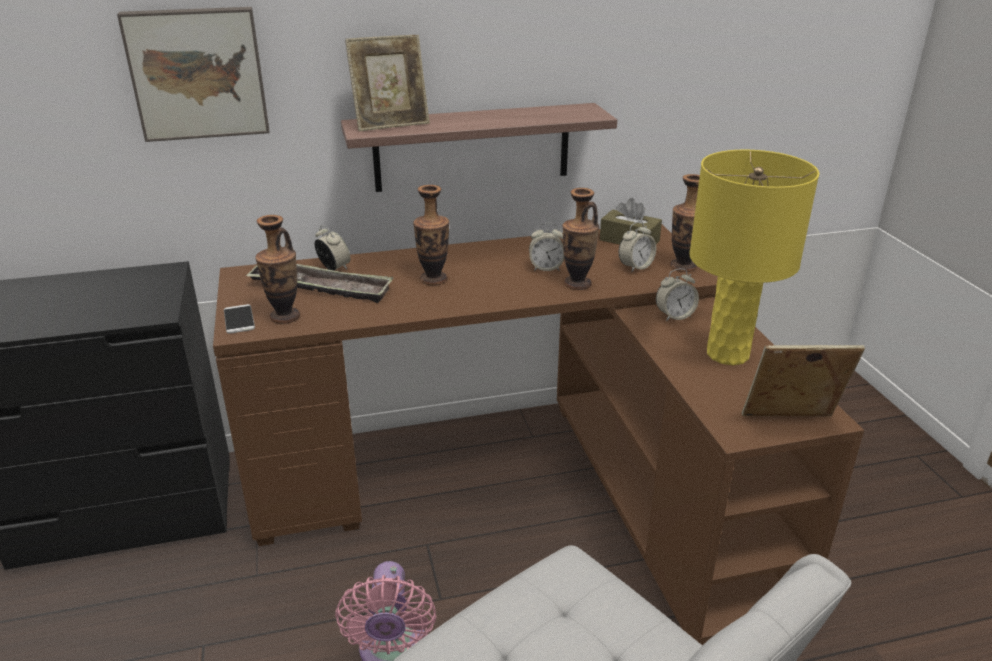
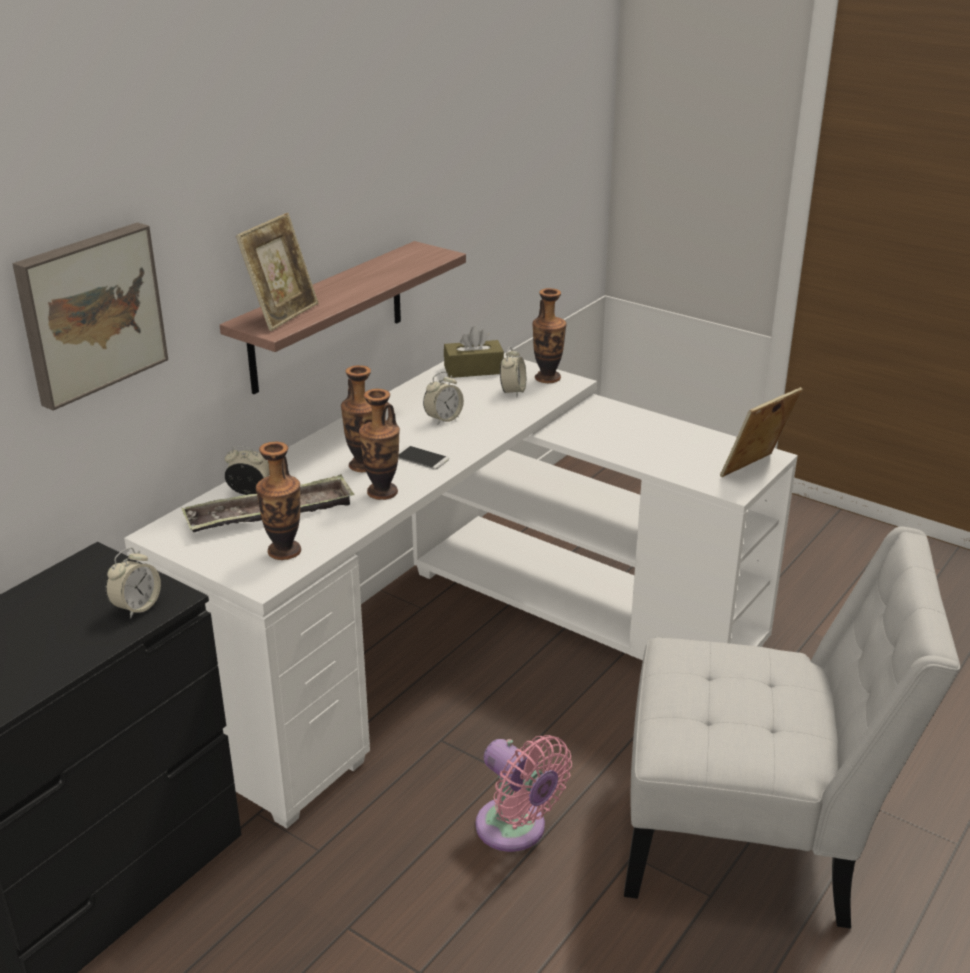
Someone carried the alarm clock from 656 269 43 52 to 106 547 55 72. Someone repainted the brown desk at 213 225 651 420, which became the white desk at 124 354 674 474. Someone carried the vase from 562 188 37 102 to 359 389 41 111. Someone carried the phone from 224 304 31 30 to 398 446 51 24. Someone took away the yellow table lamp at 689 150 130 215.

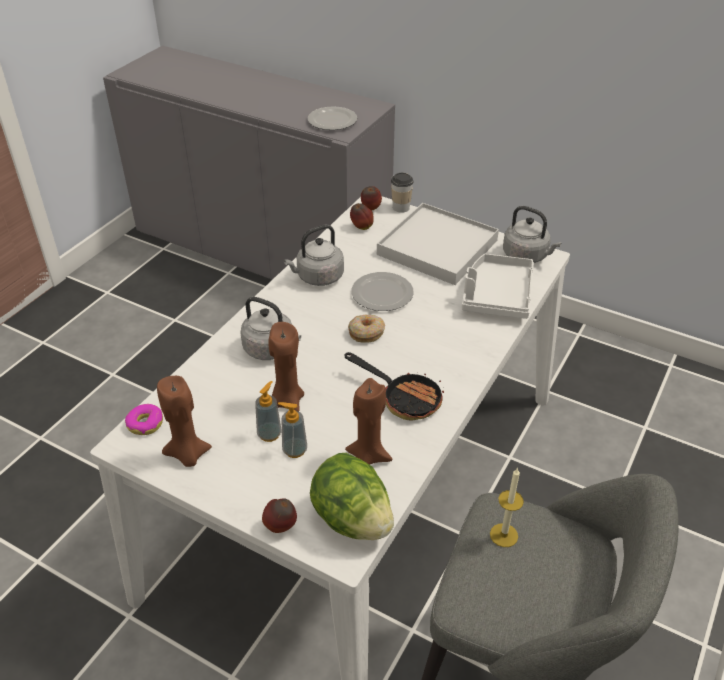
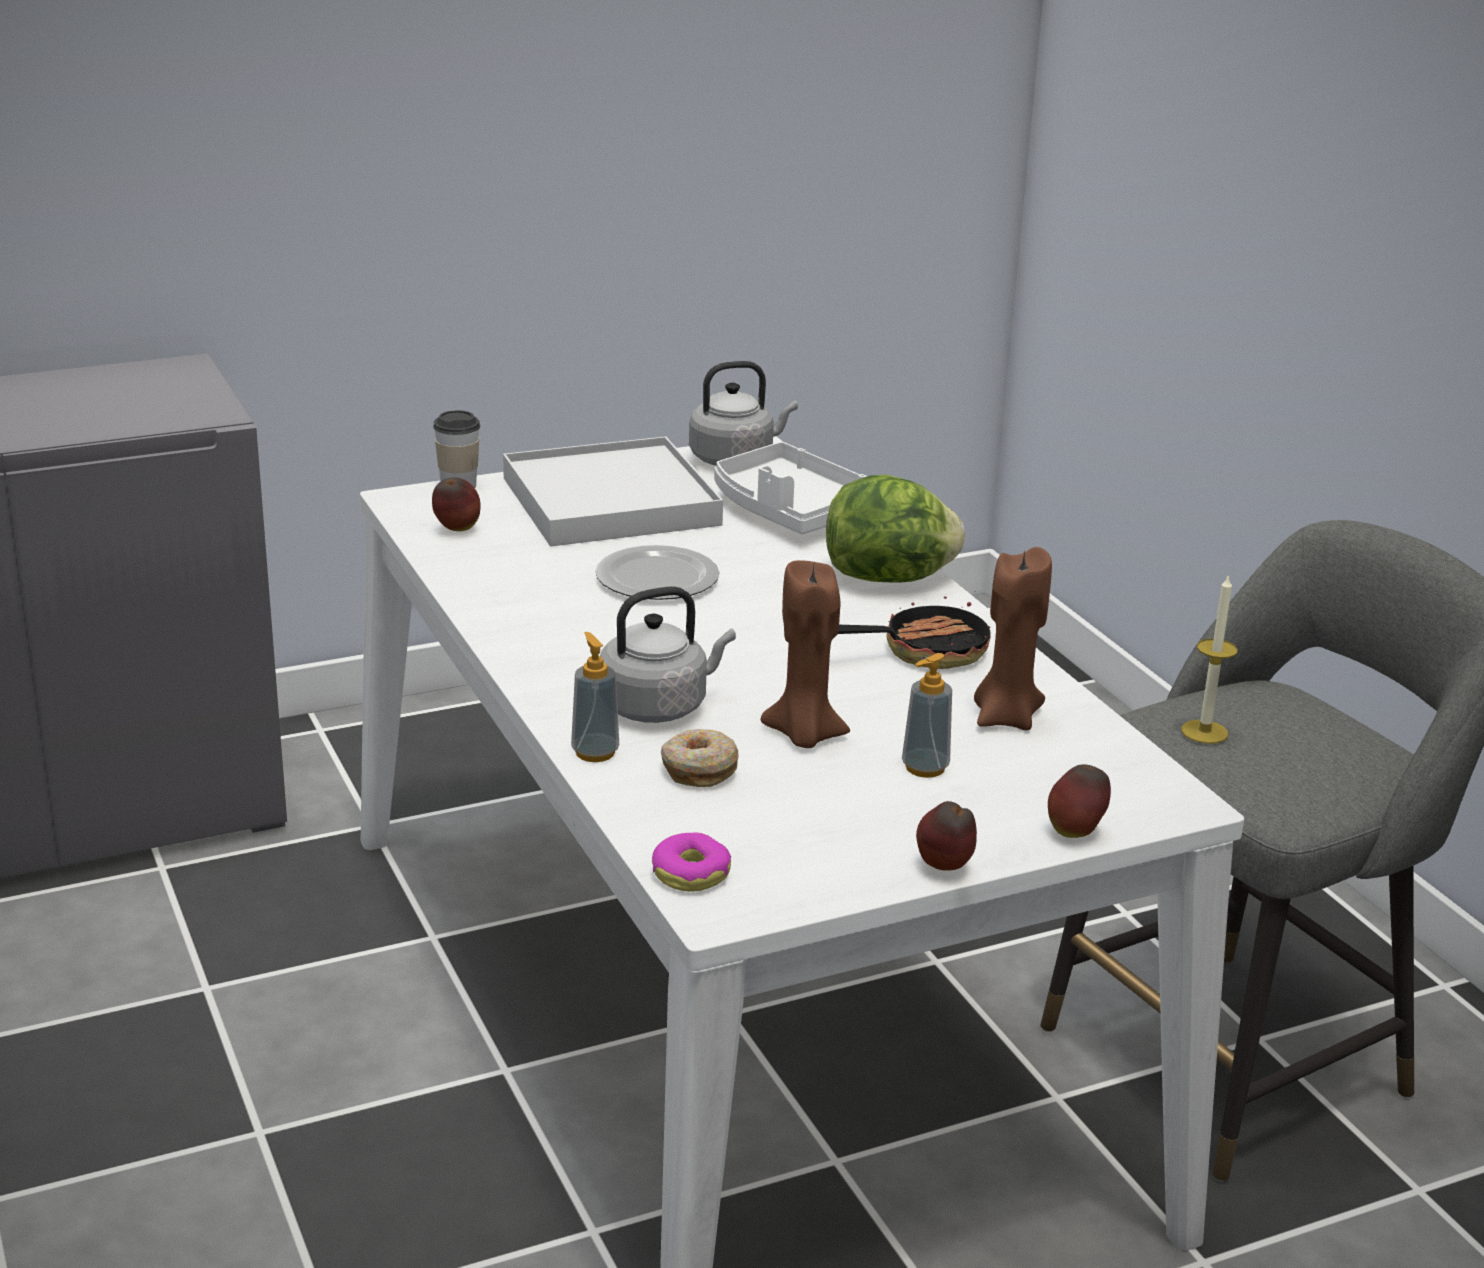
Someone carried the soap dispenser from 255 381 26 61 to 571 632 48 130. Someone carried the donut from 348 315 37 28 to 661 729 78 58. Someone carried the lettuce from 310 453 84 87 to 826 475 139 107. Someone carried the apple from 361 186 21 24 to 916 801 61 70. Someone took away the brown candle at 157 376 55 91. Someone took away the grey kettle at 284 225 60 61. Someone took away the plate at 308 106 49 24.

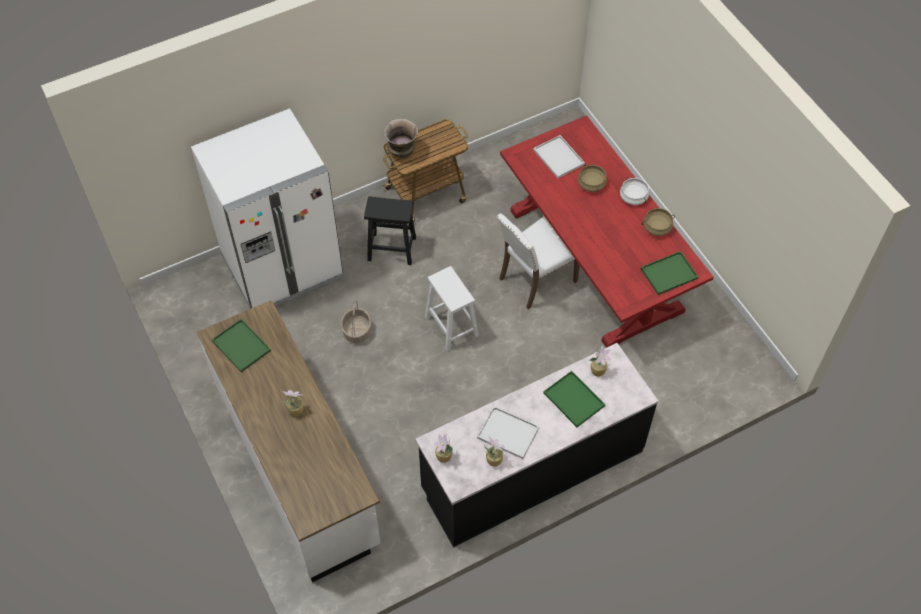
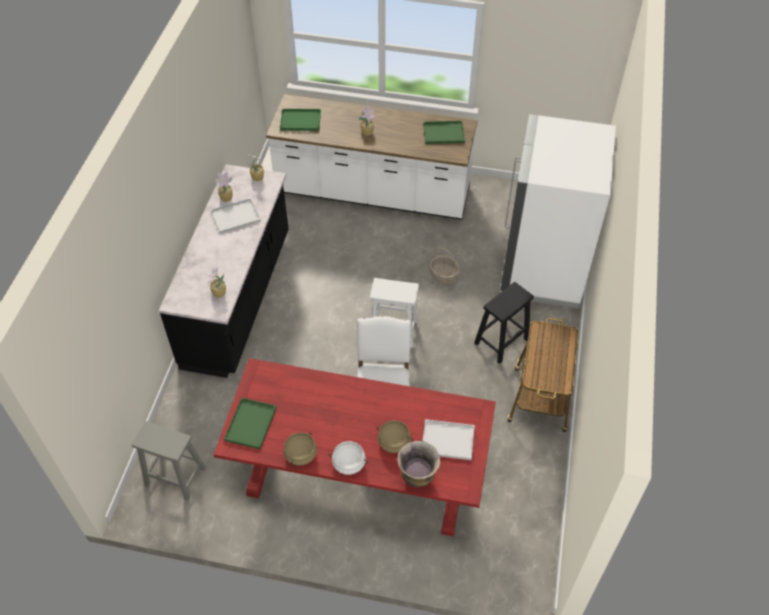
Someone put down the grey stool at 132 421 74 80. Someone carried the green tray from 543 371 62 56 to 280 109 41 22. Someone carried the vase from 384 119 34 41 to 397 441 43 46.

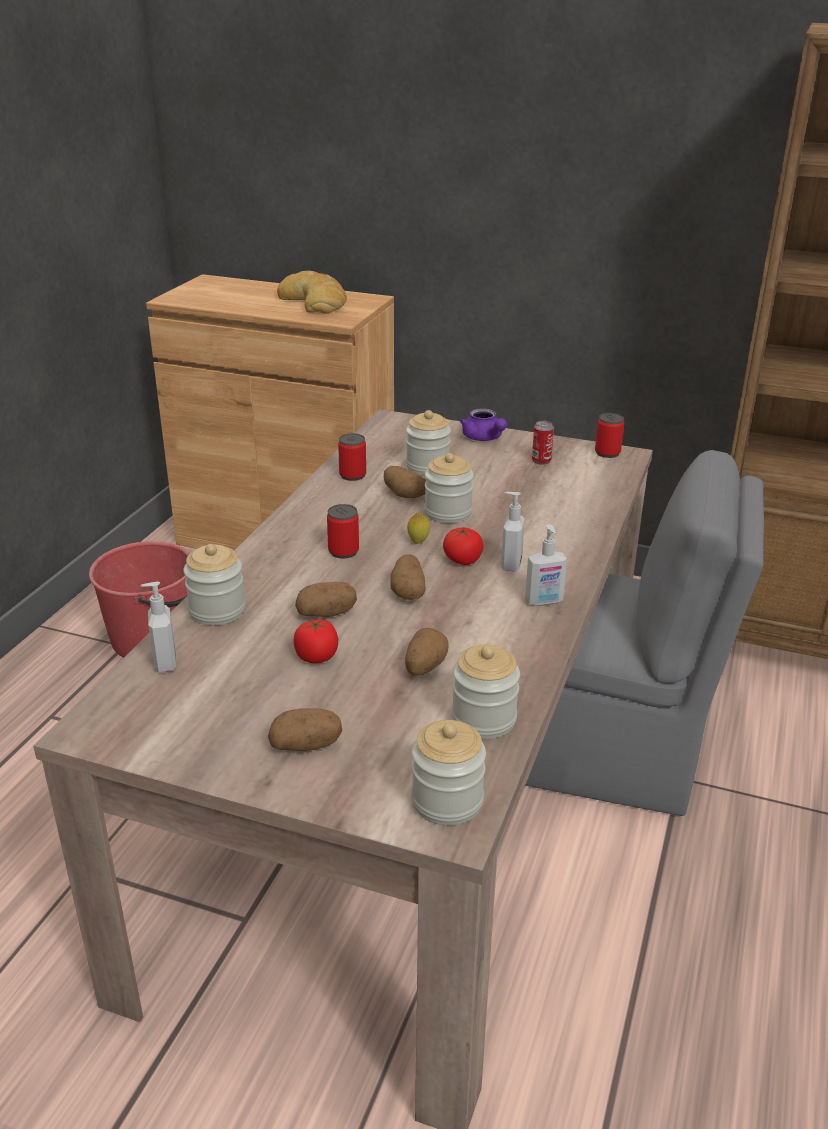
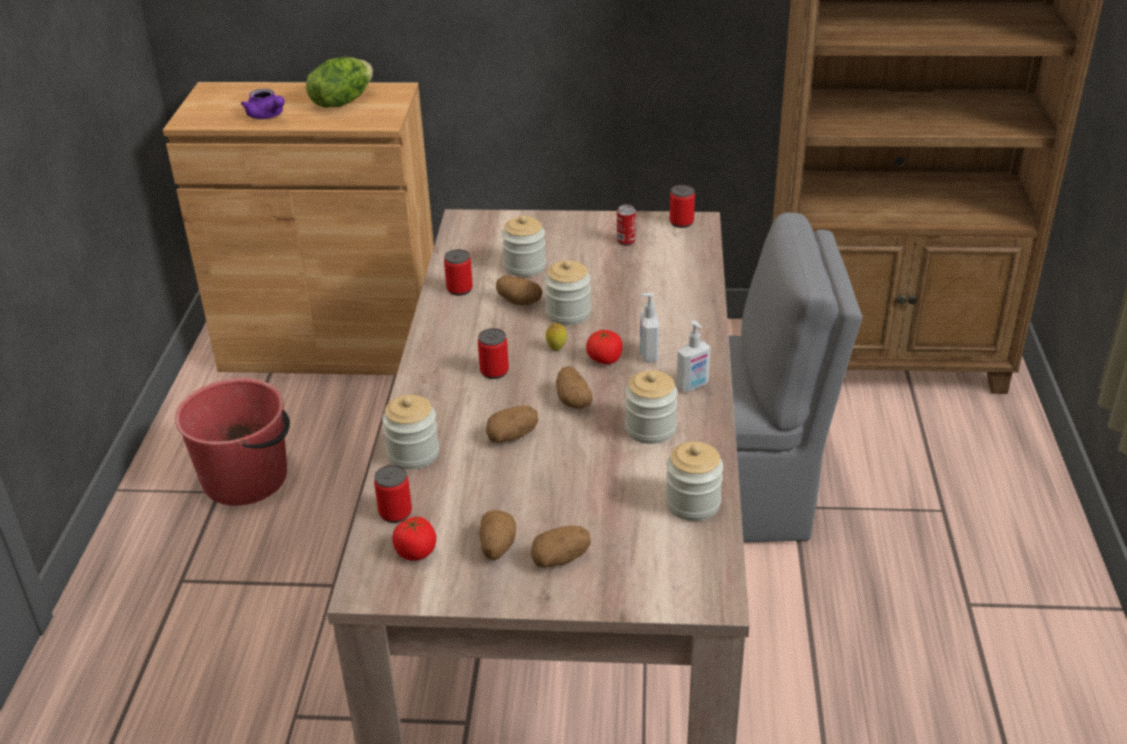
Someone carried the purple teapot from 460 408 47 33 to 241 89 44 30. Someone swapped the bread at 277 271 70 43 for the lettuce at 306 57 67 51. Someone swapped the soap dispenser at 141 582 35 90 for the can at 374 465 38 58. Someone carried the tomato from 294 620 44 43 to 392 517 44 44. Someone carried the potato from 405 628 44 48 to 479 510 37 50. Someone carried the jar from 411 720 75 105 to 625 370 53 74.

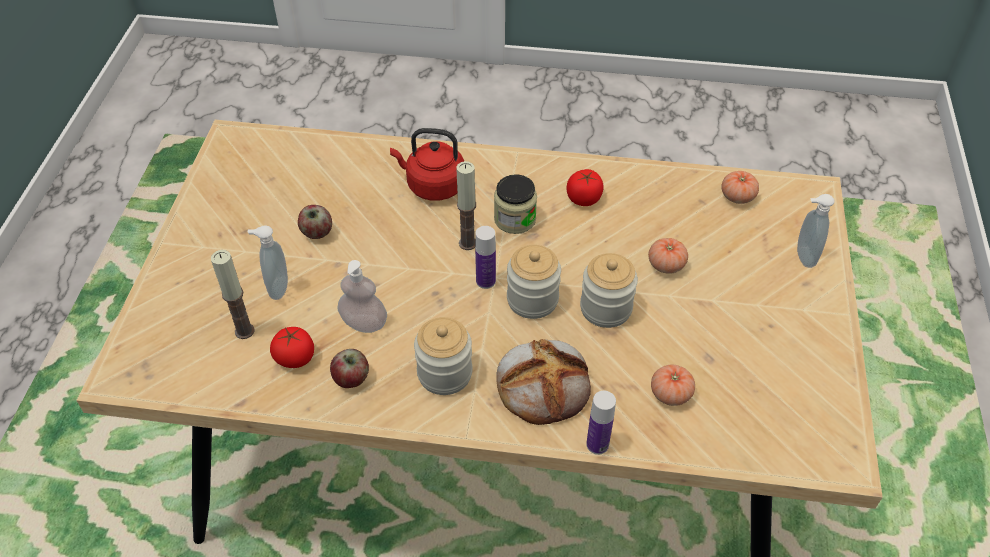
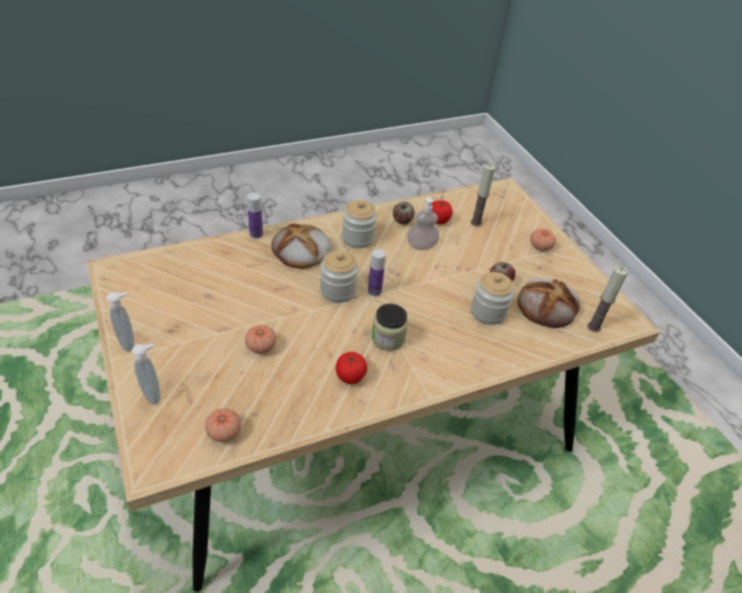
Someone carried the soap dispenser from 248 225 40 75 to 107 292 28 60. Someone carried the jar from 580 253 58 75 to 471 272 43 53. Someone put down the bread at 517 278 63 50. Someone carried the tomato from 651 365 44 41 to 530 229 26 22. Someone carried the candle from 456 161 20 89 to 587 266 41 66. Someone took away the red kettle at 390 128 74 73.

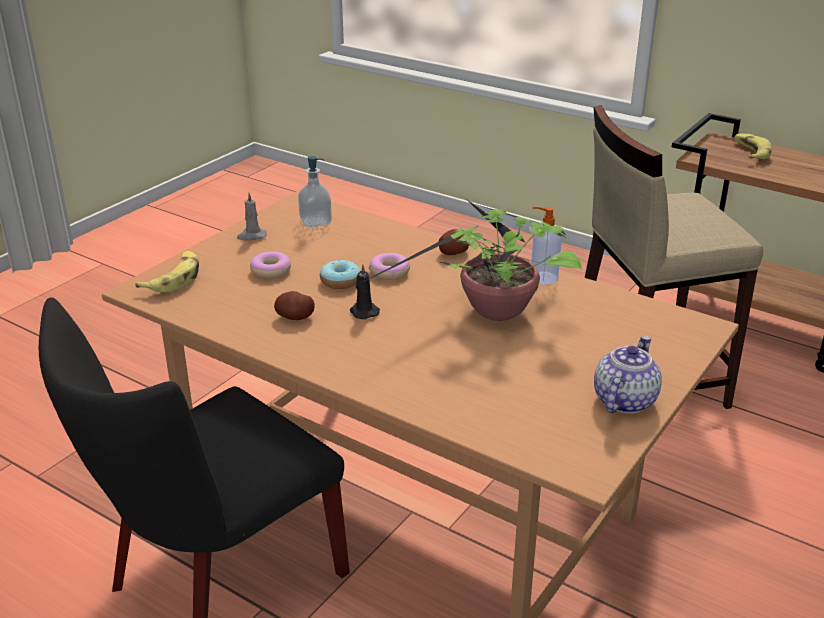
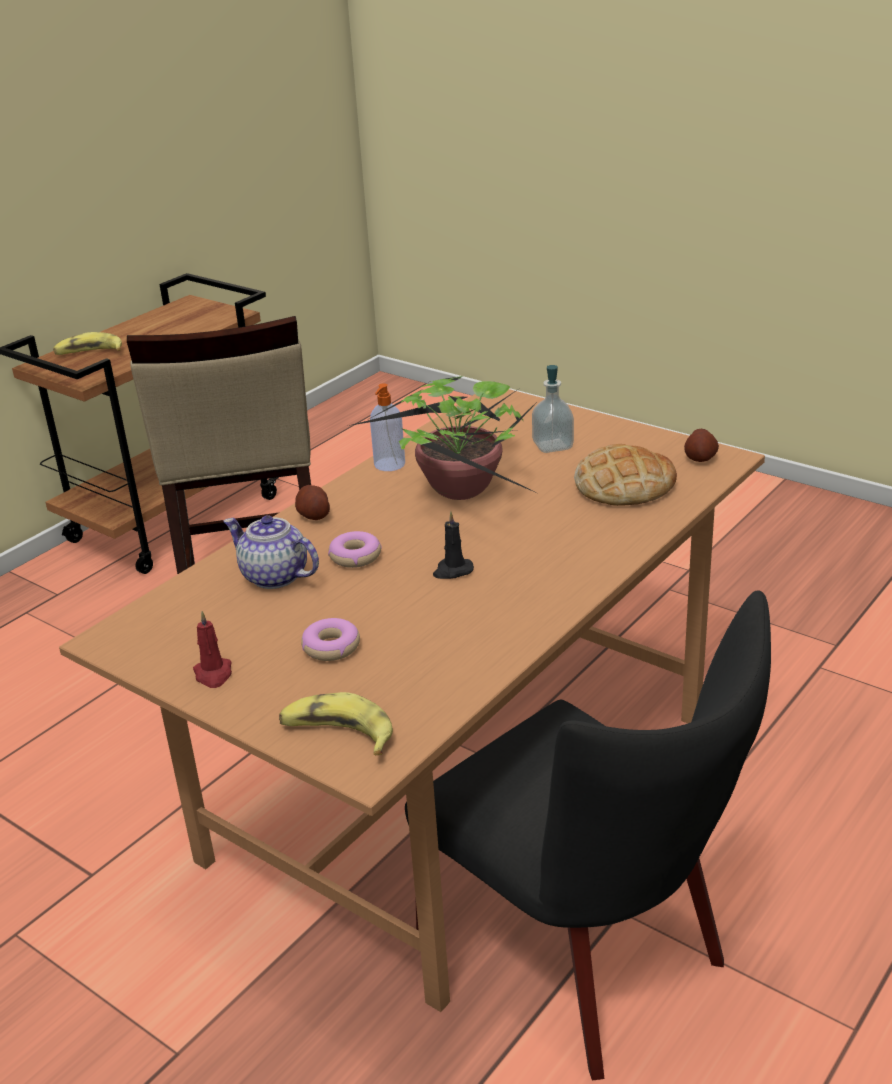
Someone repainted the grey candle at 237 193 30 47, which became the red candle at 193 611 39 77. Someone carried the teapot from 594 336 68 78 to 223 515 96 74. Someone carried the soap dispenser from 298 156 34 71 to 532 365 42 88. Someone put down the bread at 574 444 103 62. Someone carried the potato from 274 291 41 29 to 684 429 35 33. Someone took away the donut at 320 260 40 29.

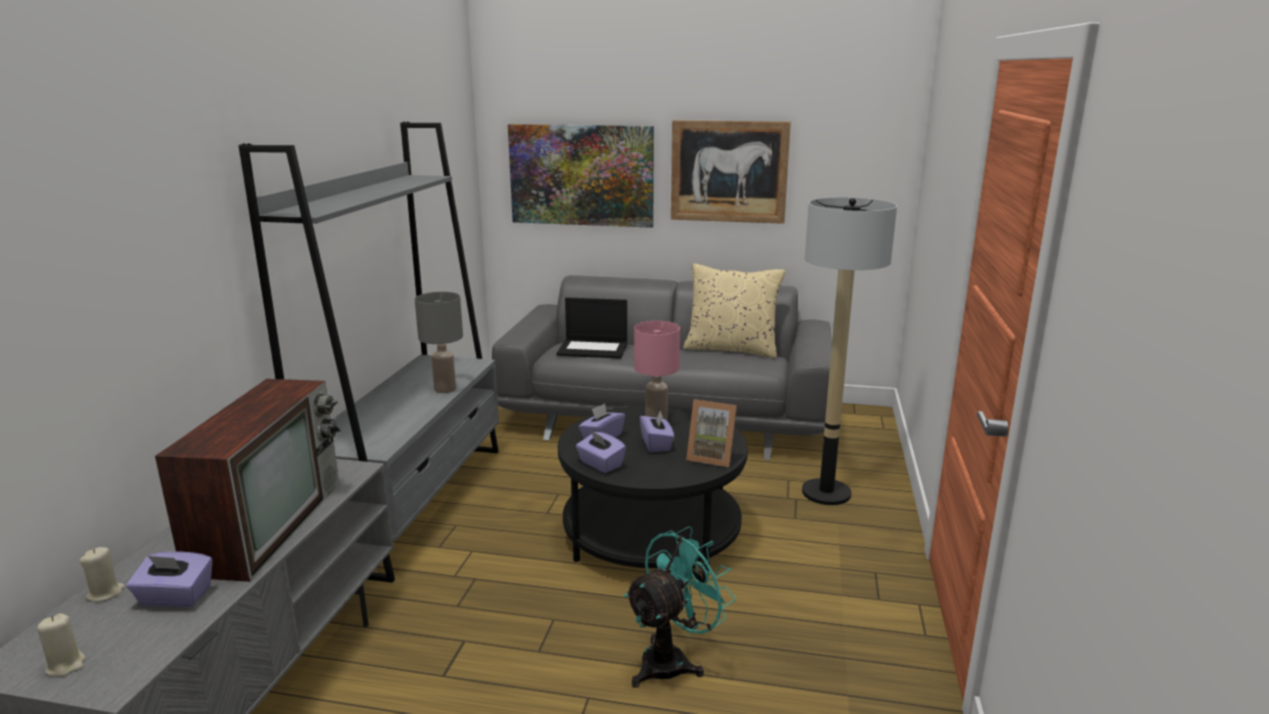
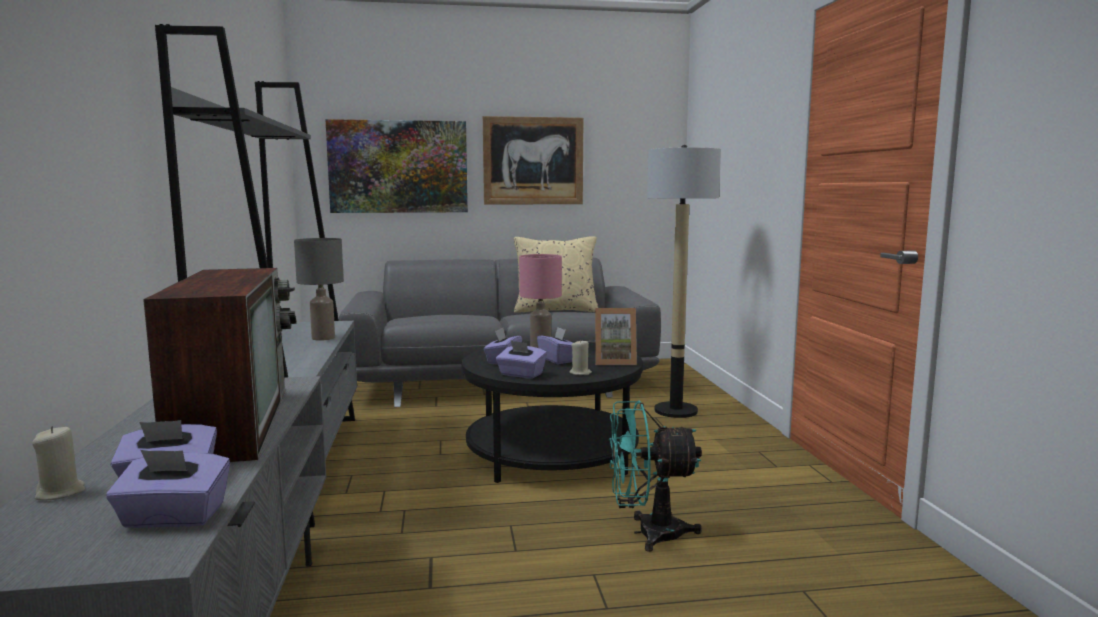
Someone put down the purple tissue box at 106 450 124 78. Someone carried the beige candle from 37 613 49 64 to 570 339 22 36. Someone rotated the turquoise fan at 624 526 112 161 by 120 degrees counterclockwise. Someone took away the laptop at 556 297 72 62.

